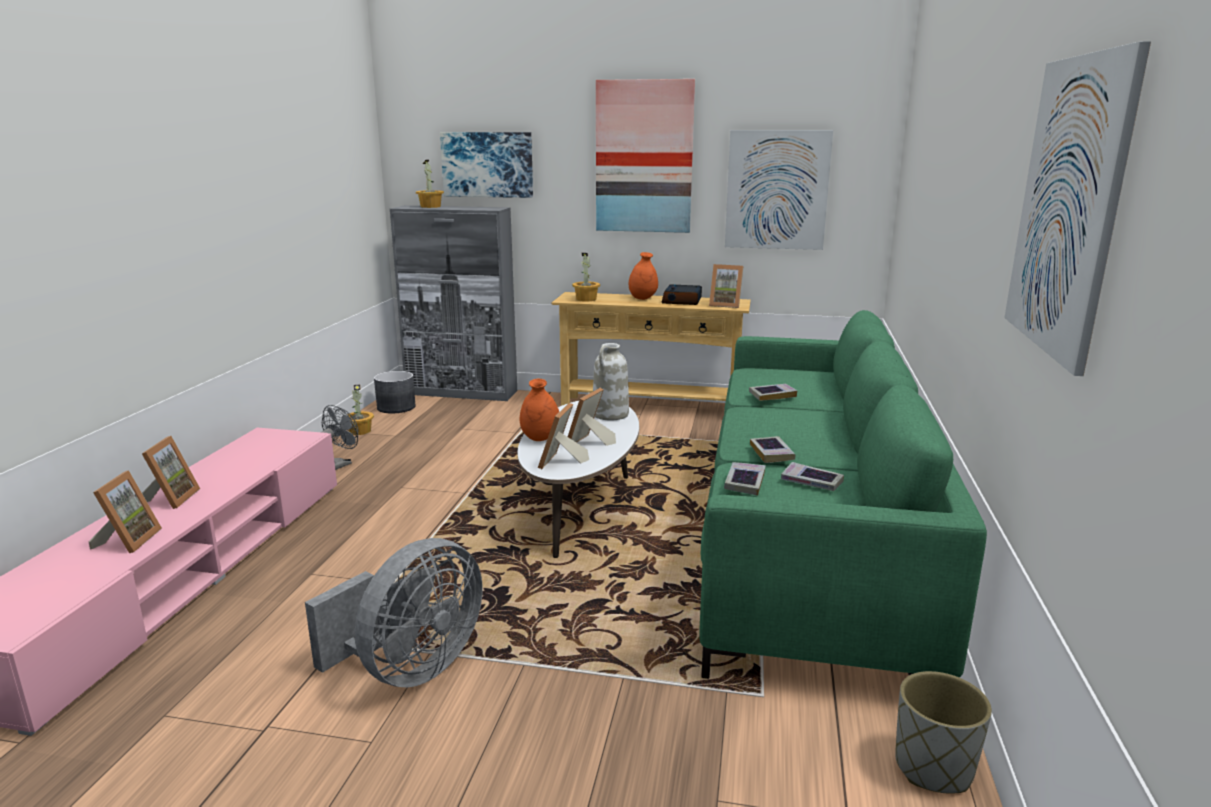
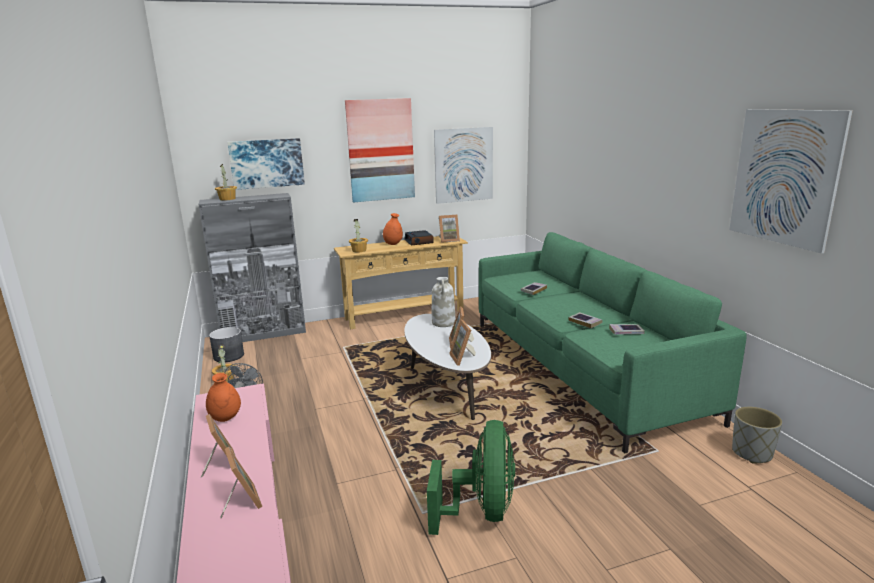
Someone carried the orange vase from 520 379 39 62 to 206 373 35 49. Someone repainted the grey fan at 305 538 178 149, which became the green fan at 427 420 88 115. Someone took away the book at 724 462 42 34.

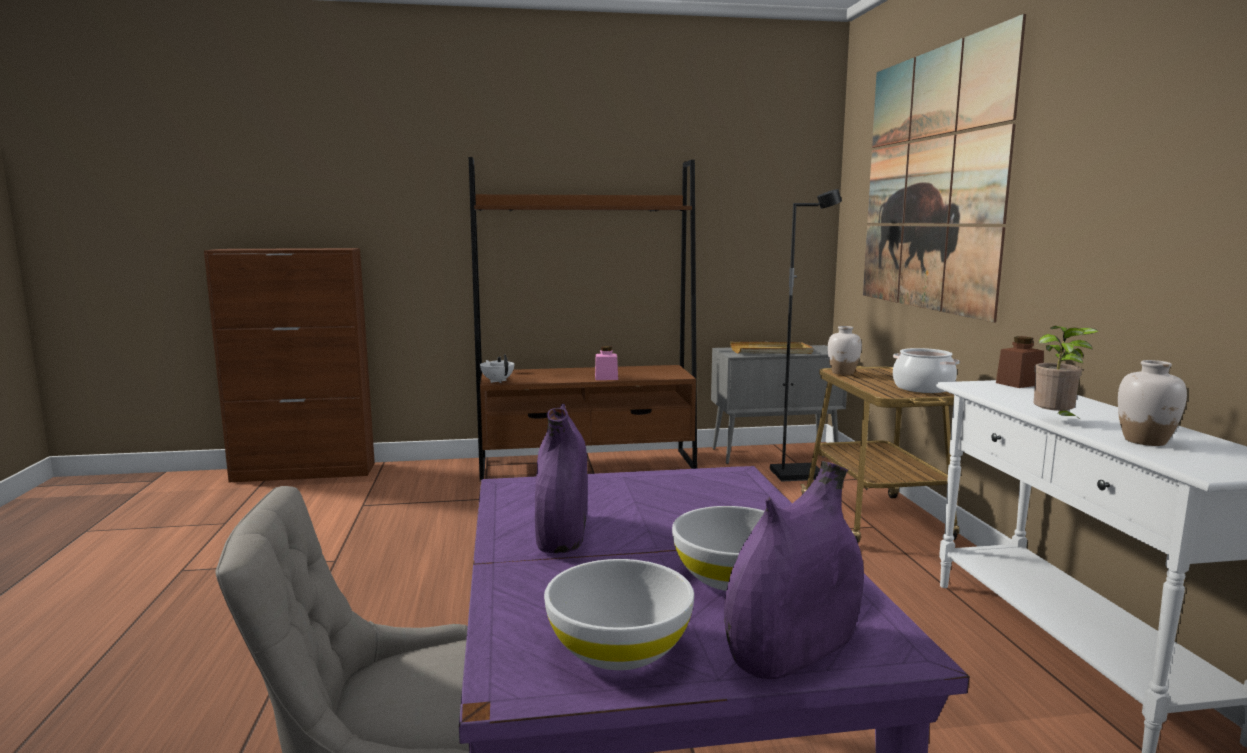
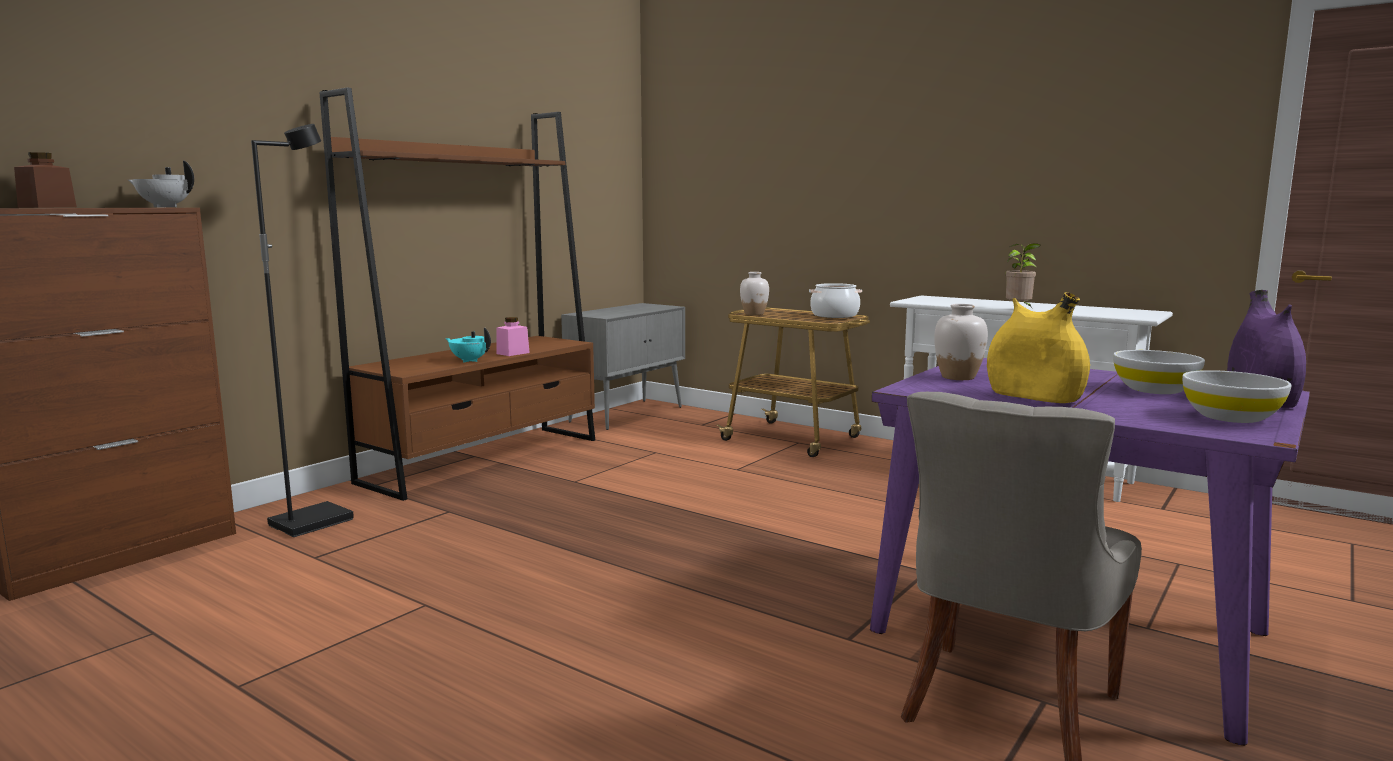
Someone carried the brown jar from 996 336 48 52 to 14 152 63 56. Someone carried the white teapot from 480 355 34 28 to 128 160 66 47. Someone carried the black floor lamp from 770 189 72 292 to 251 124 103 413. Someone put down the turquoise teapot at 445 328 46 34. Someone carried the white vase from 1118 360 69 86 to 934 304 54 76. Someone repainted the purple vase at 535 404 53 149, which became the yellow vase at 987 292 103 111. Someone took away the beige tray at 730 342 83 12. Someone took away the picture at 863 14 163 309.

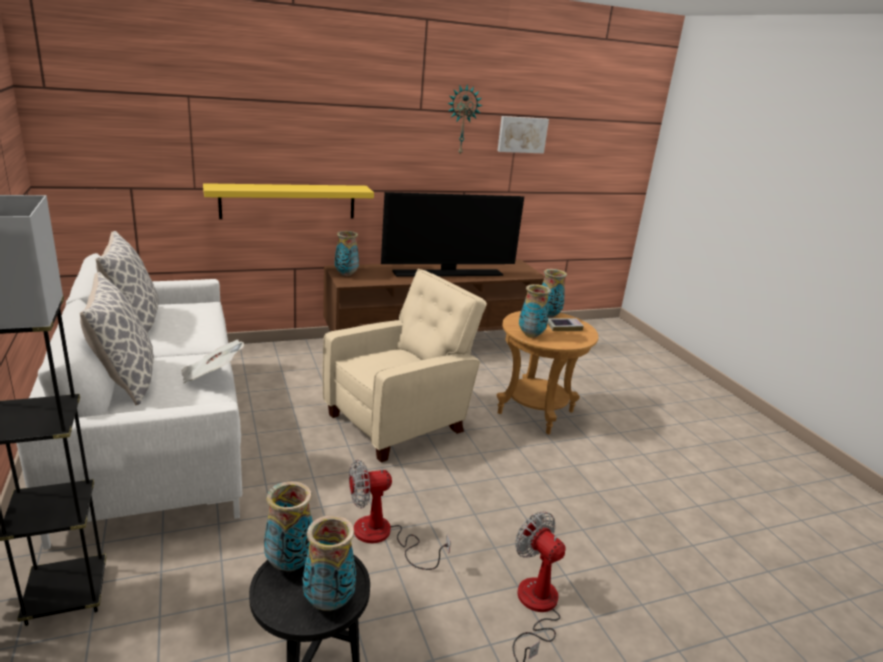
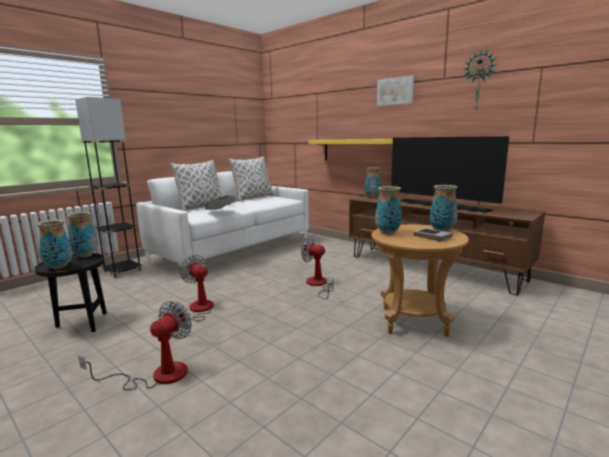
Someone swapped the beige armchair at 322 269 165 194 for the fan at 301 237 33 62. Someone carried the picture from 497 116 52 37 to 377 75 37 31.

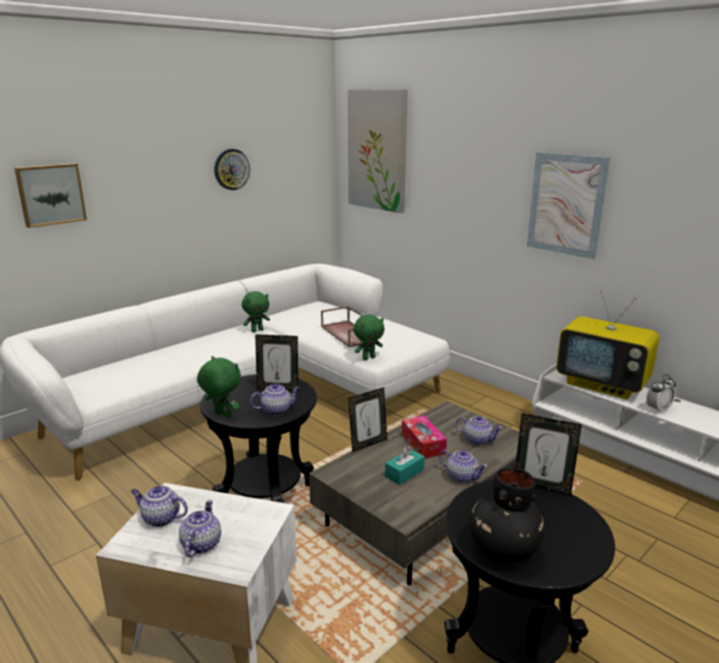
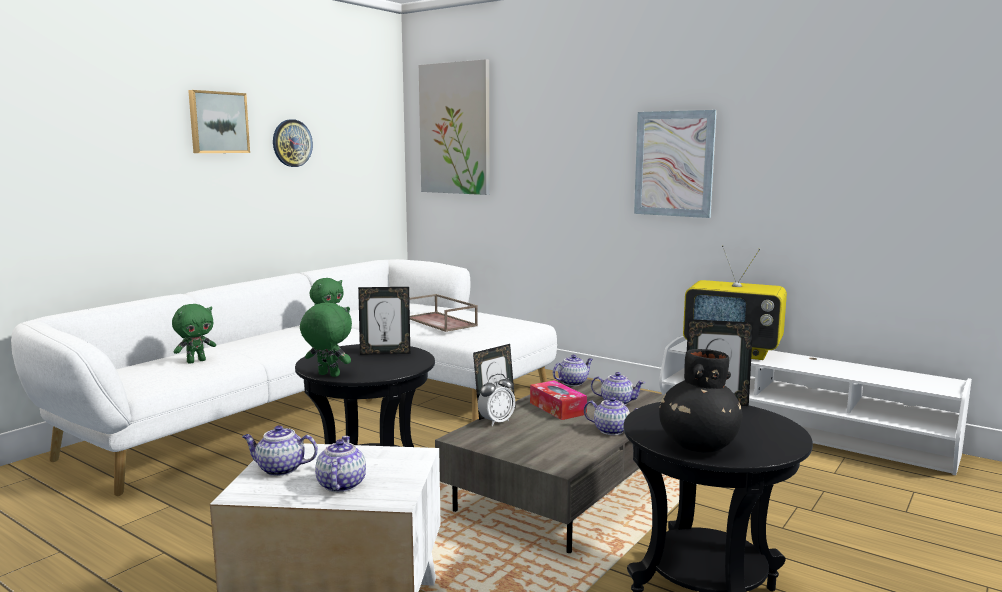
Someone carried the green plush toy from 353 315 31 45 to 172 304 44 60. Someone carried the picture from 15 163 72 65 to 188 90 62 63. Someone carried the alarm clock from 646 375 30 38 to 478 374 37 52. Someone carried the teapot from 250 384 50 32 to 553 355 40 31. Someone took away the turquoise tissue box at 385 446 40 39.

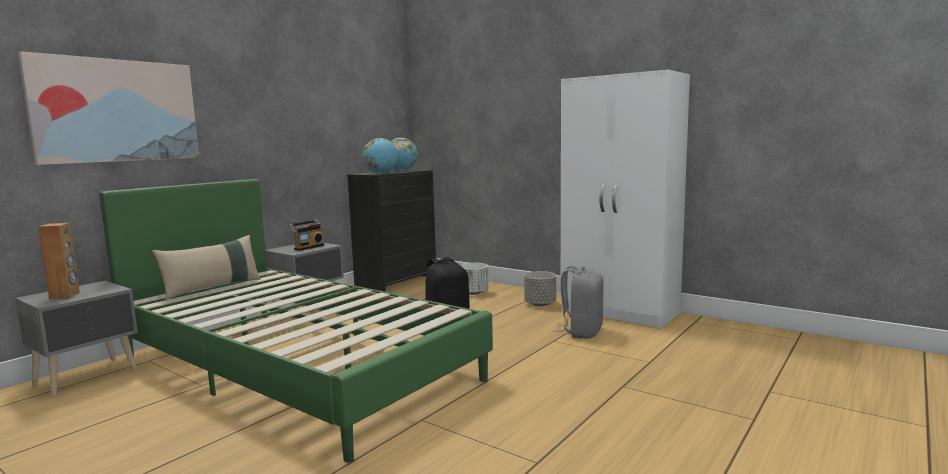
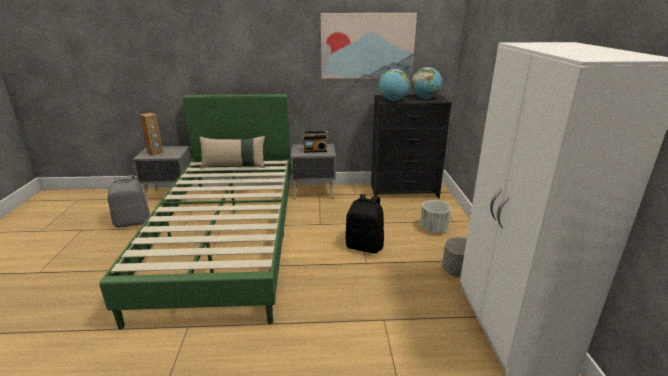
Someone carried the grey backpack from 553 265 51 74 to 107 175 43 53. Someone carried the picture from 17 51 182 114 to 321 13 96 66.

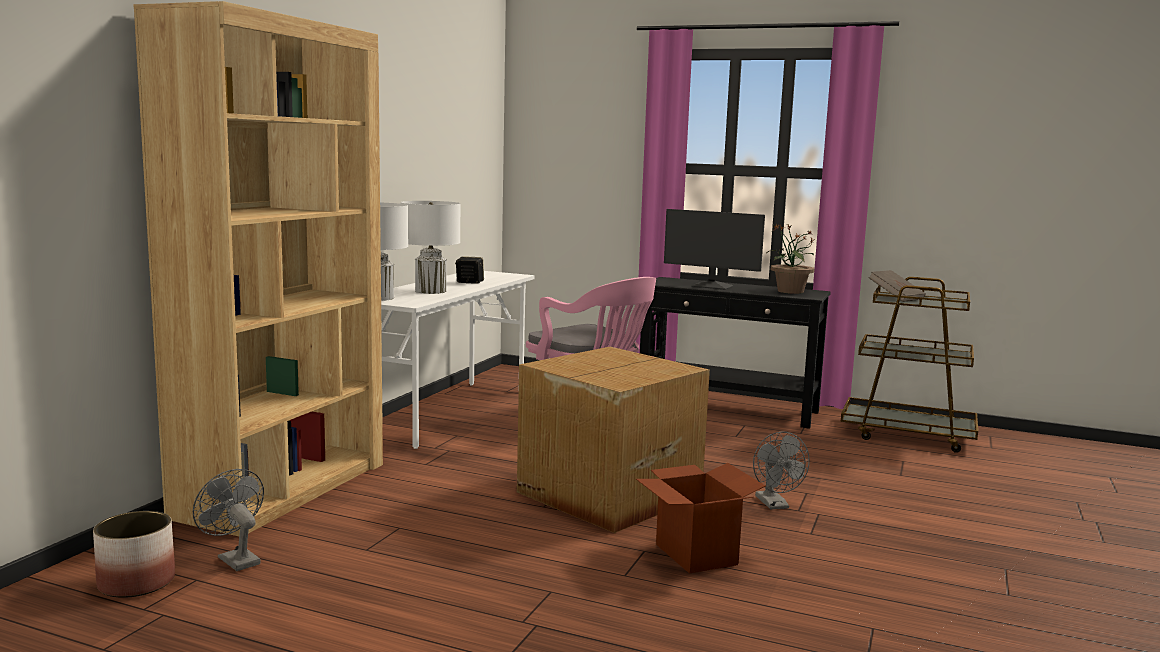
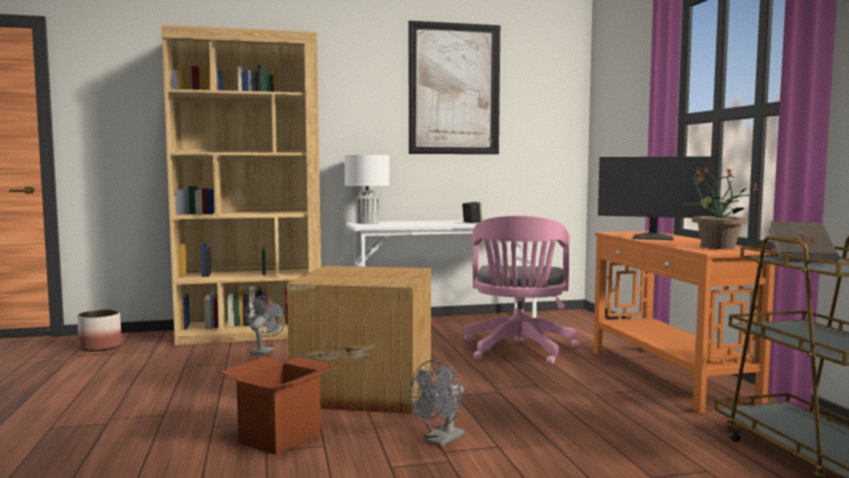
Someone carried the grey fan from 193 469 71 102 to 245 296 41 60. Someone put up the picture at 408 21 92 133. Someone repainted the black console table at 640 277 191 152, which became the orange console table at 593 231 183 182. Someone rotated the monitor at 664 209 101 81 by 60 degrees counterclockwise. Someone took away the white table lamp at 401 201 60 93.

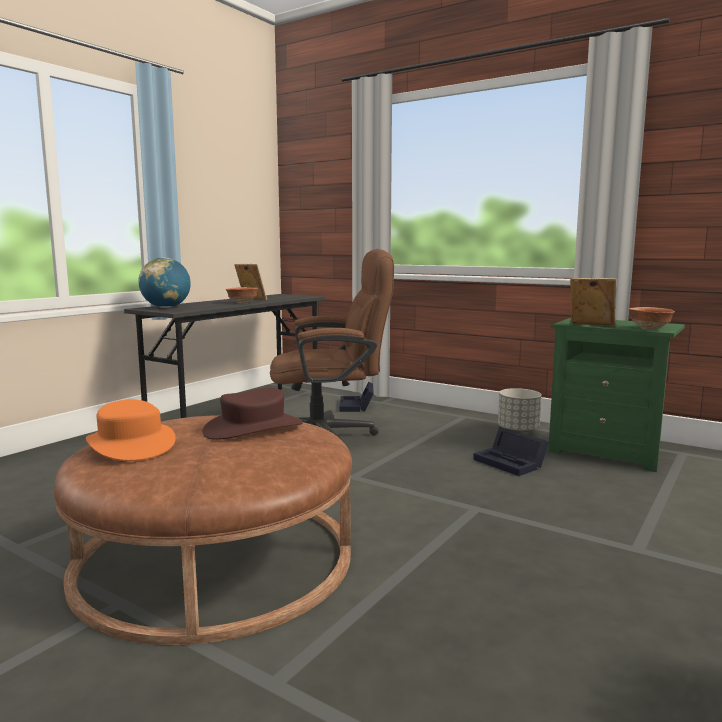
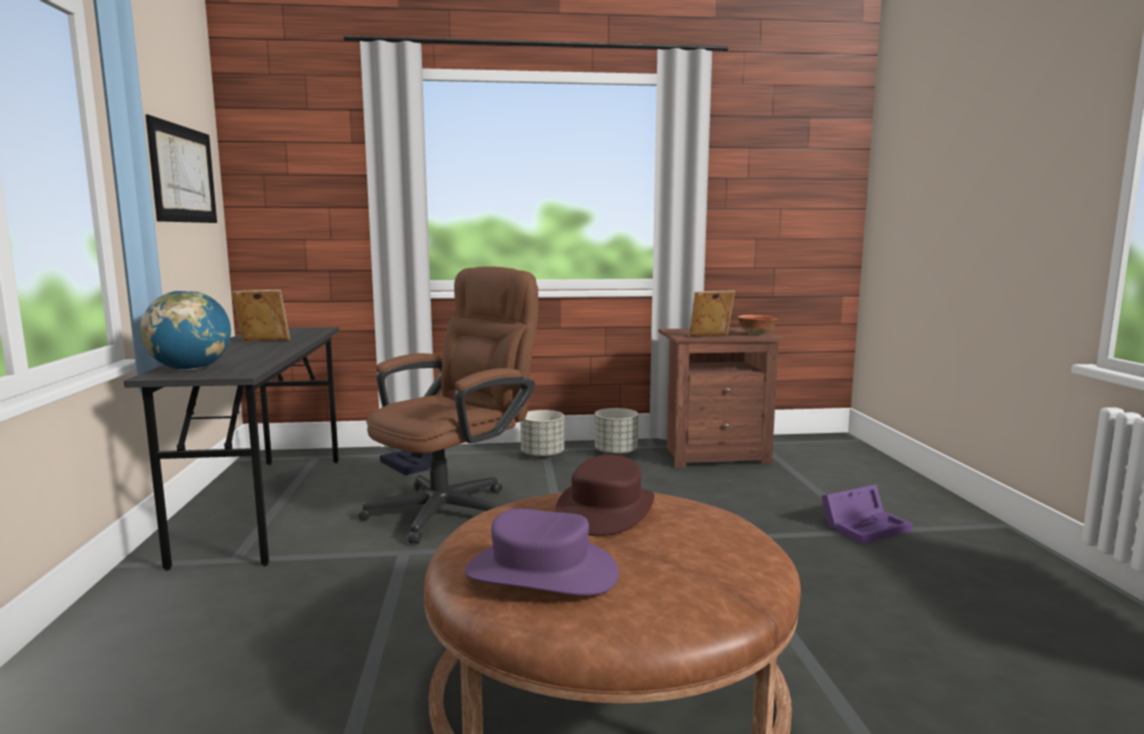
Someone put up the picture at 146 115 71 108. Someone repainted the orange hat at 86 400 90 61, which became the purple hat at 465 509 154 86. Someone put down the grey planter at 520 410 44 48. Someone repainted the green nightstand at 548 318 137 154, which became the brown nightstand at 658 328 126 140. Someone put down the purple storage box at 821 484 92 60. Someone took away the bowl at 226 287 32 17. Someone took away the black storage box at 473 427 76 49.

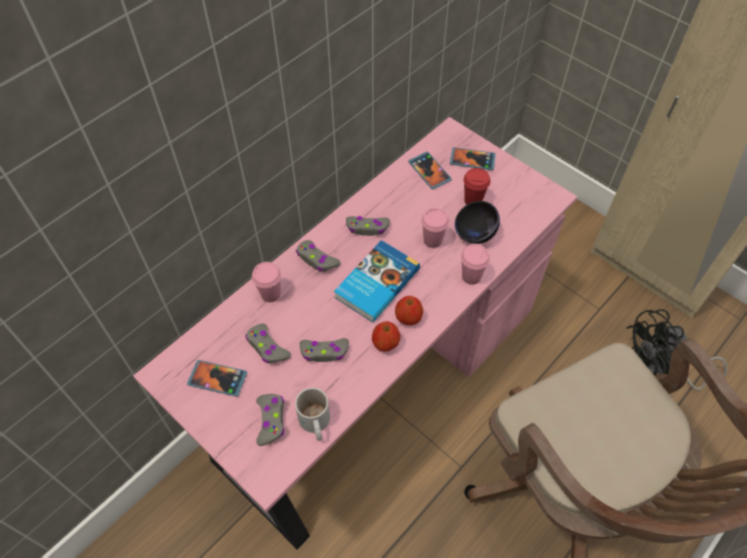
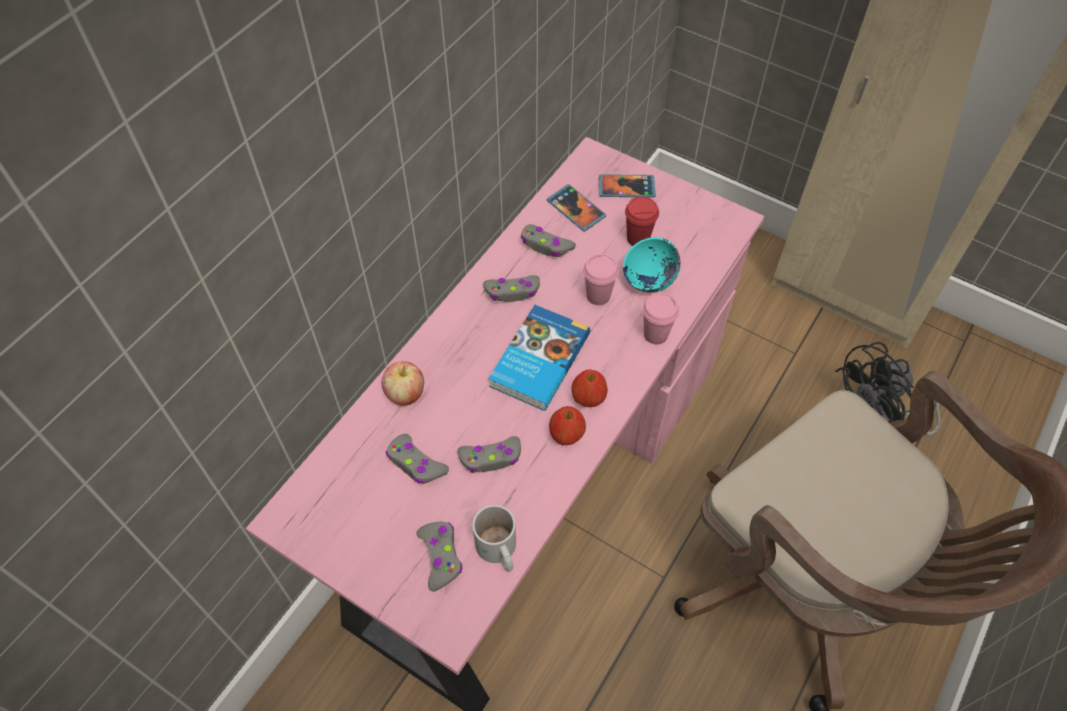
Someone swapped the pink cup at 252 262 29 40 for the apple at 382 362 42 44. Someone carried the grey game controller from 296 240 45 32 to 521 224 55 33. Someone repainted the black bowl at 455 201 45 43, which became the turquoise bowl at 623 237 57 56. Someone took away the phone at 187 360 60 37.

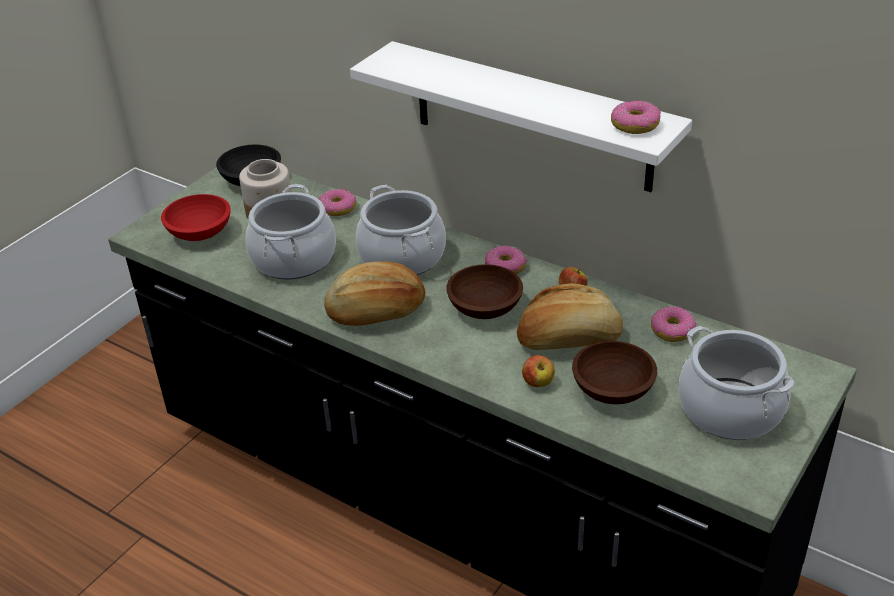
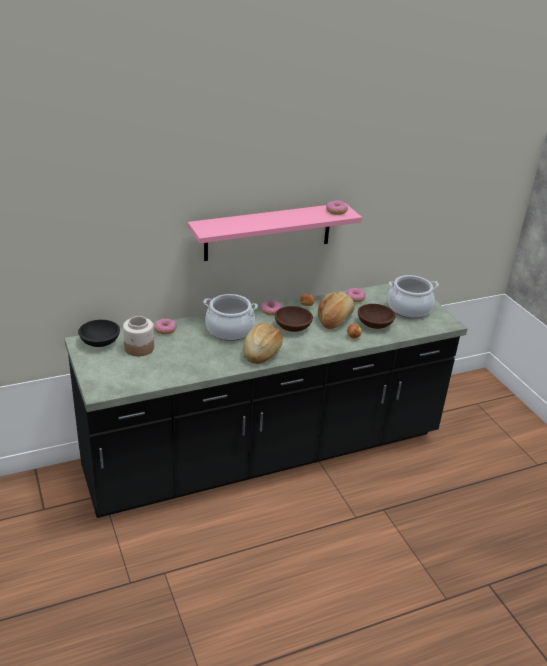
Someone repainted the white shelf at 350 41 342 151, which became the pink shelf at 188 205 174 56. Someone took away the red bowl at 161 194 70 47. Someone took away the cooking pot at 245 184 91 95.

